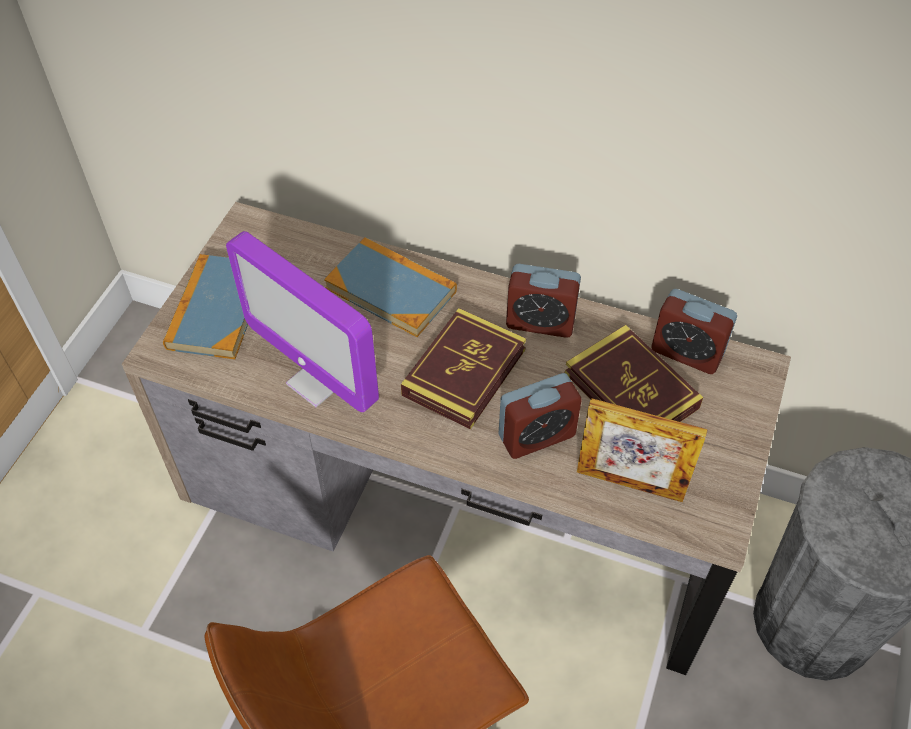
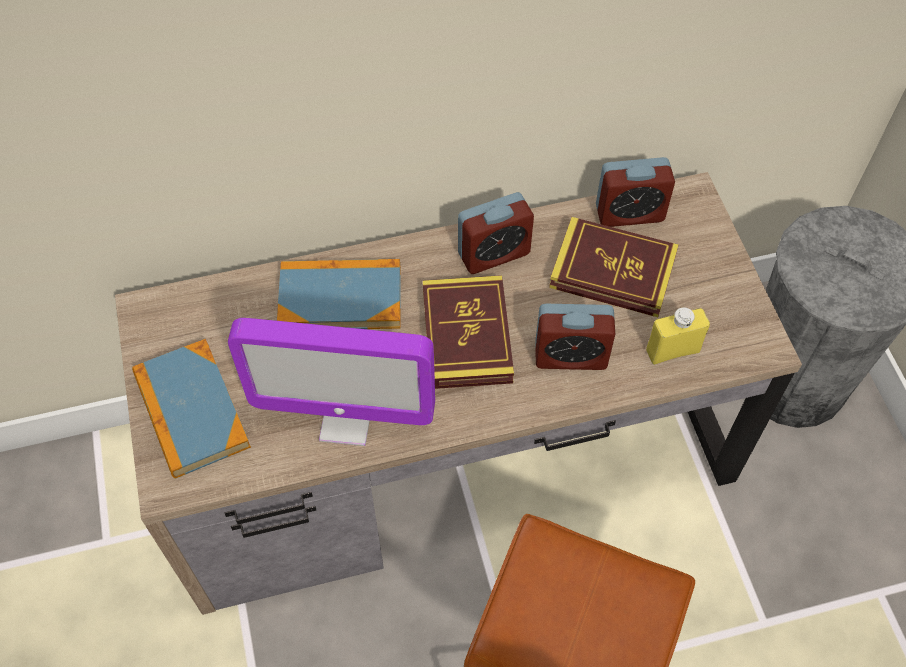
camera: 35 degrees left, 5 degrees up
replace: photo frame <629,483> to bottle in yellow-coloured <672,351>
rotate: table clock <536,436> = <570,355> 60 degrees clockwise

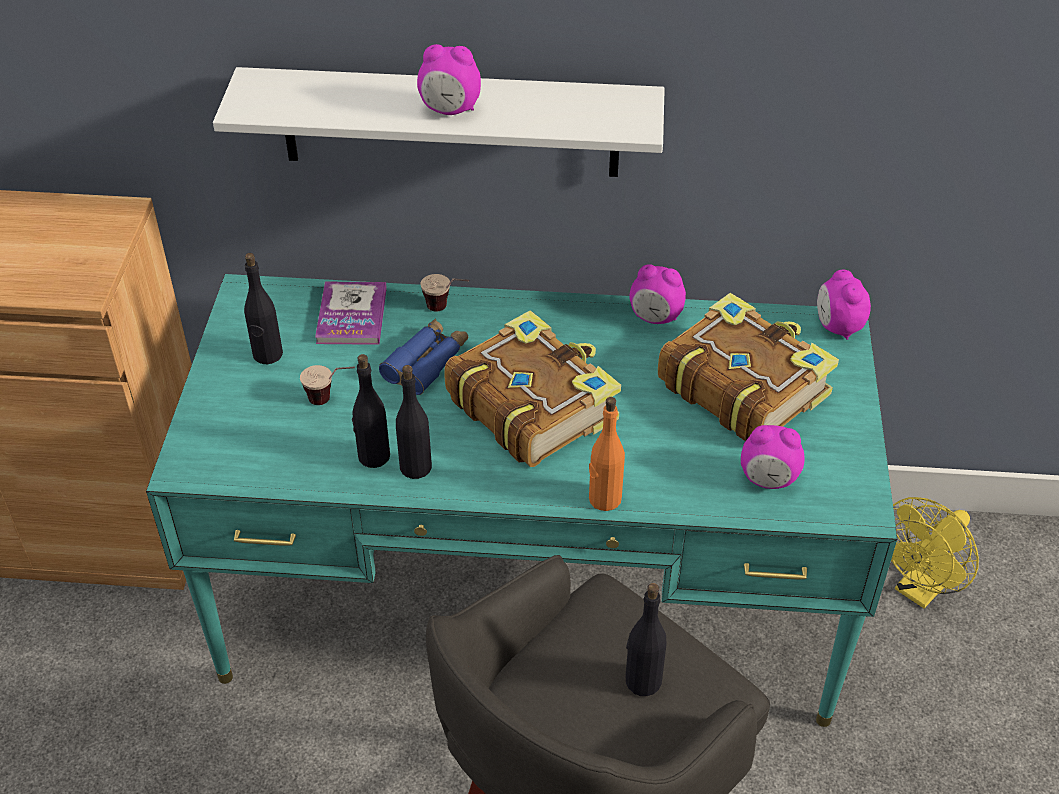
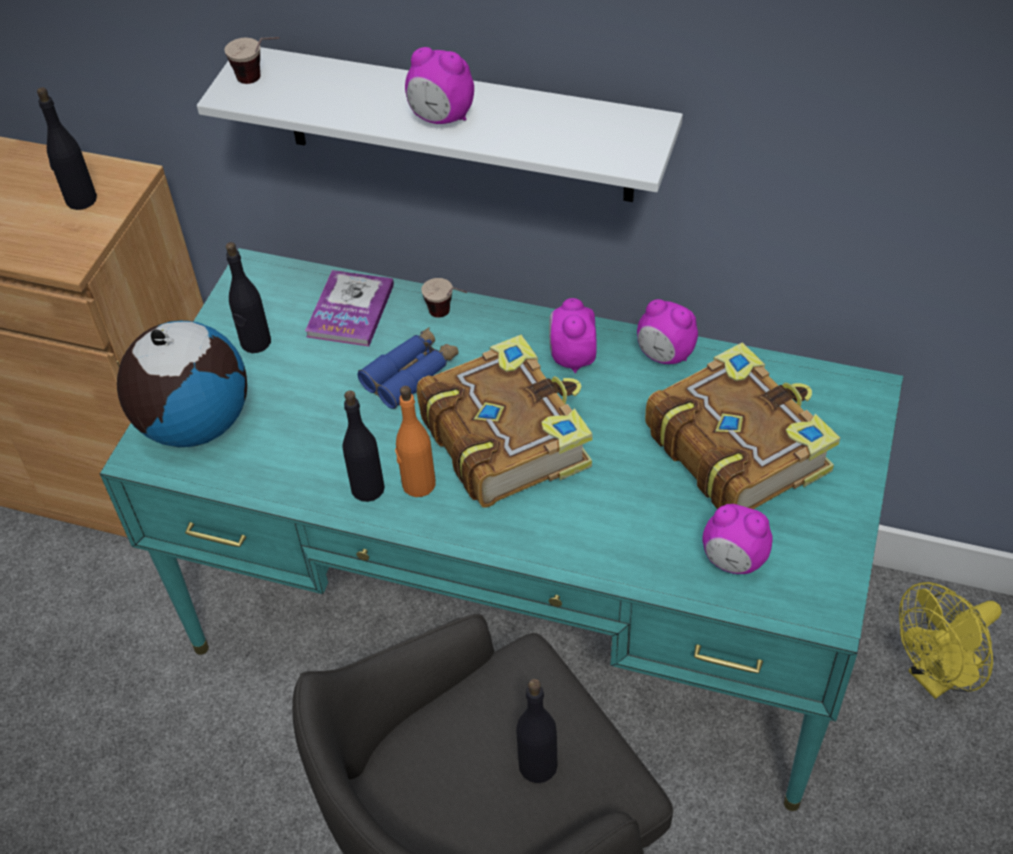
camera: 15 degrees right, 5 degrees up
insert: world globe <195,423>
move: bottle in blackish <373,456> to <81,200>; drinking cup <331,400> to <261,80>; bottle in orange <604,499> to <418,484>; table clock <837,327> to <572,357>

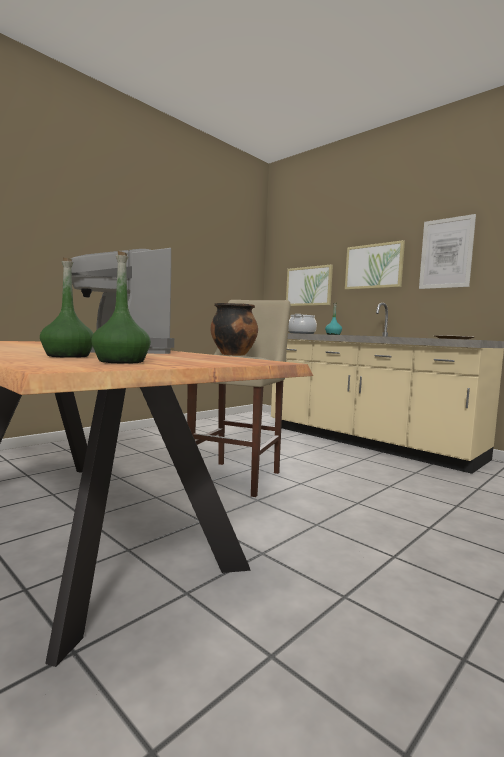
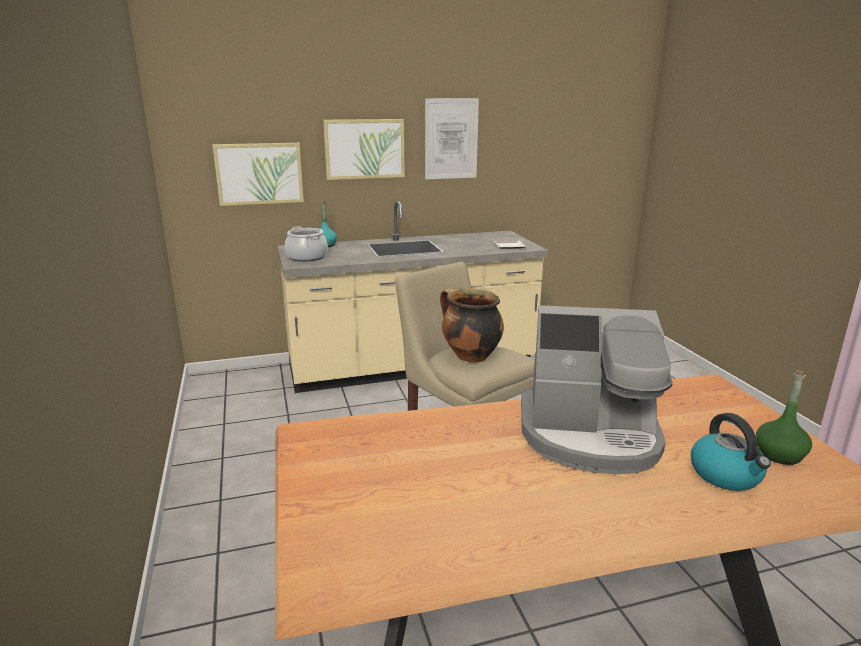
camera: 60 degrees left, 15 degrees up
replace: bottle in greenish <68,356> to kettle <726,475>

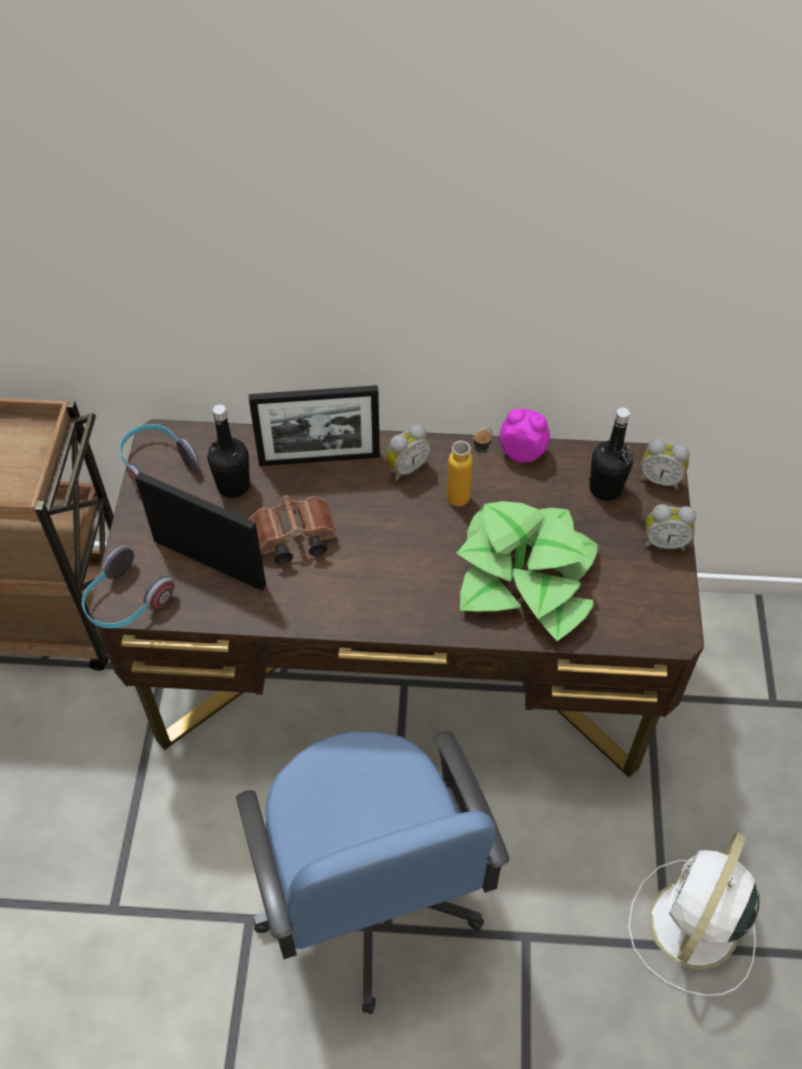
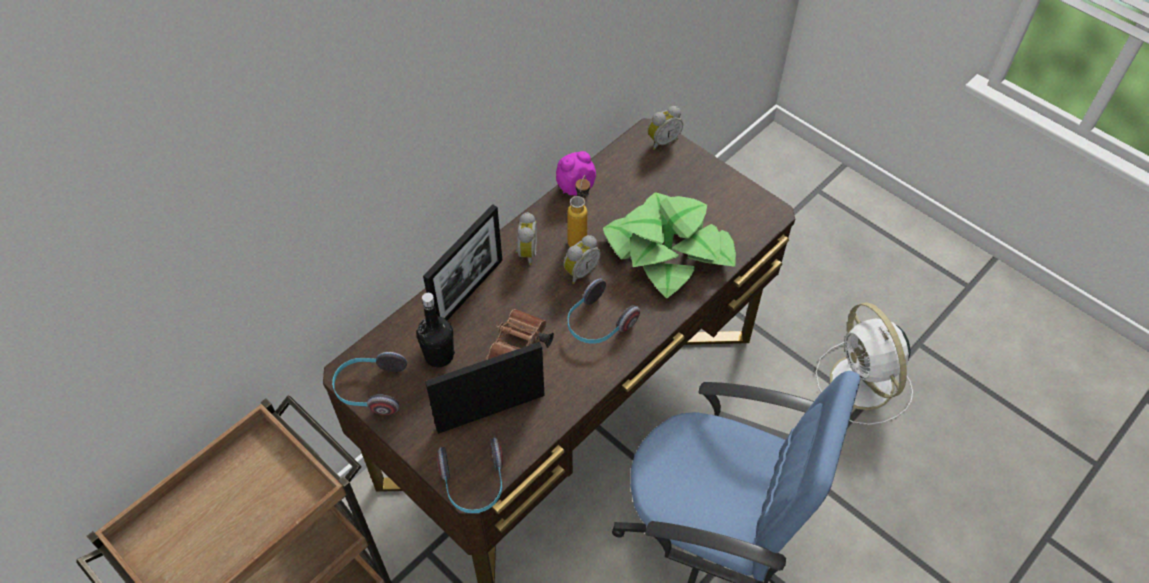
camera: 50 degrees left, 0 degrees up
delete: bottle in blackish <605,489>
insert: headphones <598,324>
move: table clock <664,542> to <580,271>

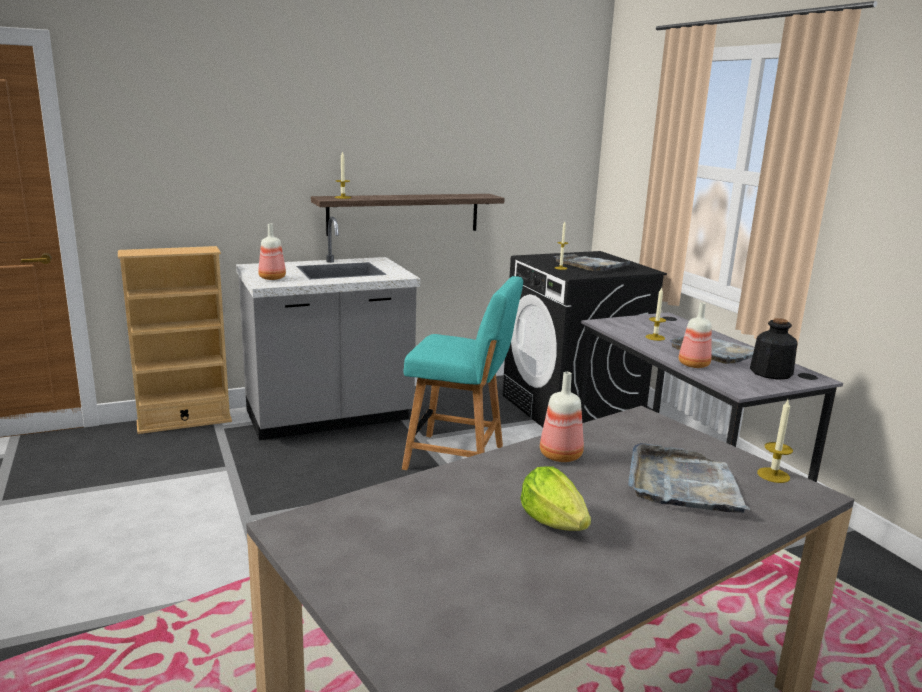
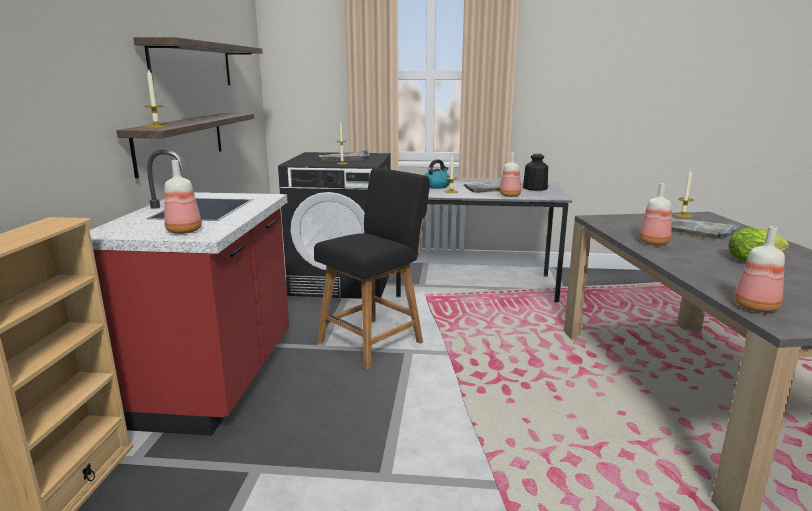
camera: 60 degrees left, 0 degrees up
insert: shelf <193,65>; kettle <436,186>; bottle <754,307>
recolor: kitchen base unit in greyish <329,417> to kitchen base unit in red <216,380>; chair in blue-green <459,458> to chair in blackish <374,340>

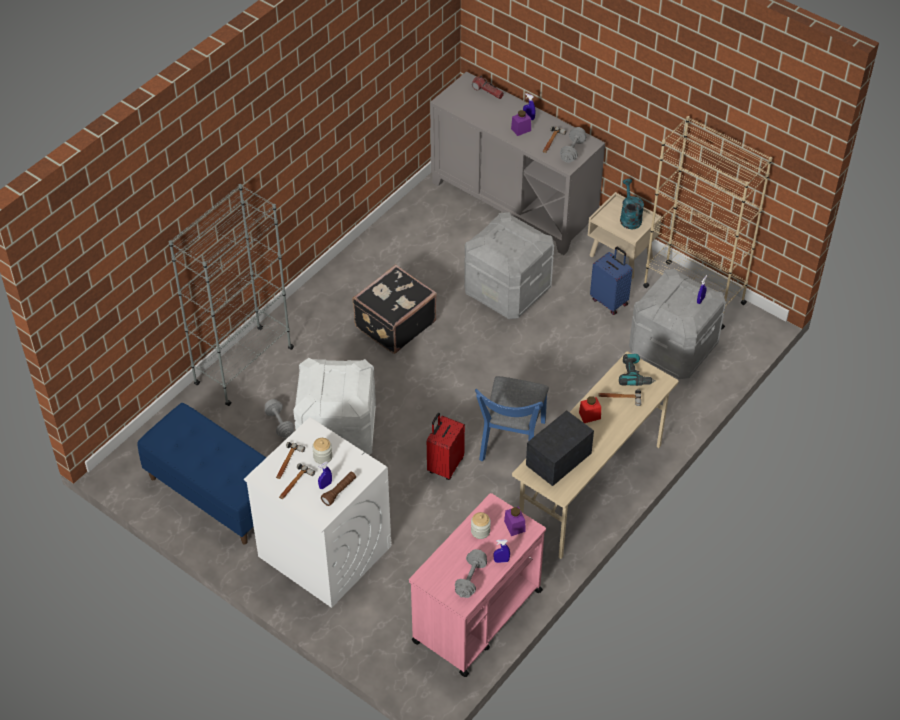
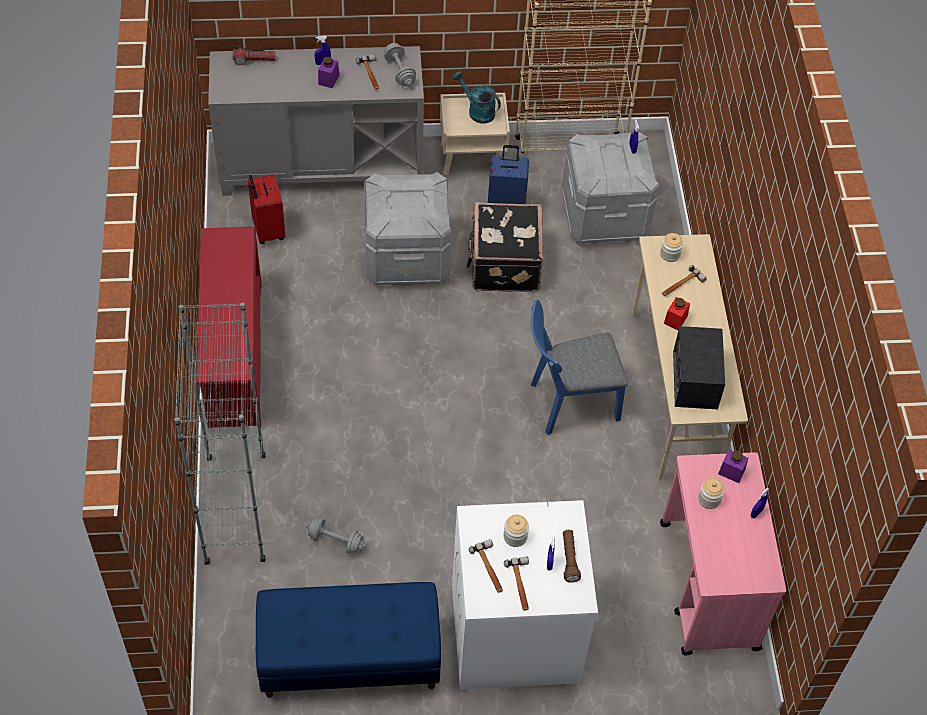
camera: 45 degrees left, 5 degrees up
delete: storage box in white-coloured <337,432>; free weight in greyish <470,579>
insert: shoe rack in red <233,353>
move: travel case in red <445,465> to <267,230>; travel case in blackish <394,324> to <503,264>
replace: power drill <635,375> to storage jar <670,254>
rotate: chair in blue-coloured <511,445> = <567,403> 105 degrees clockwise

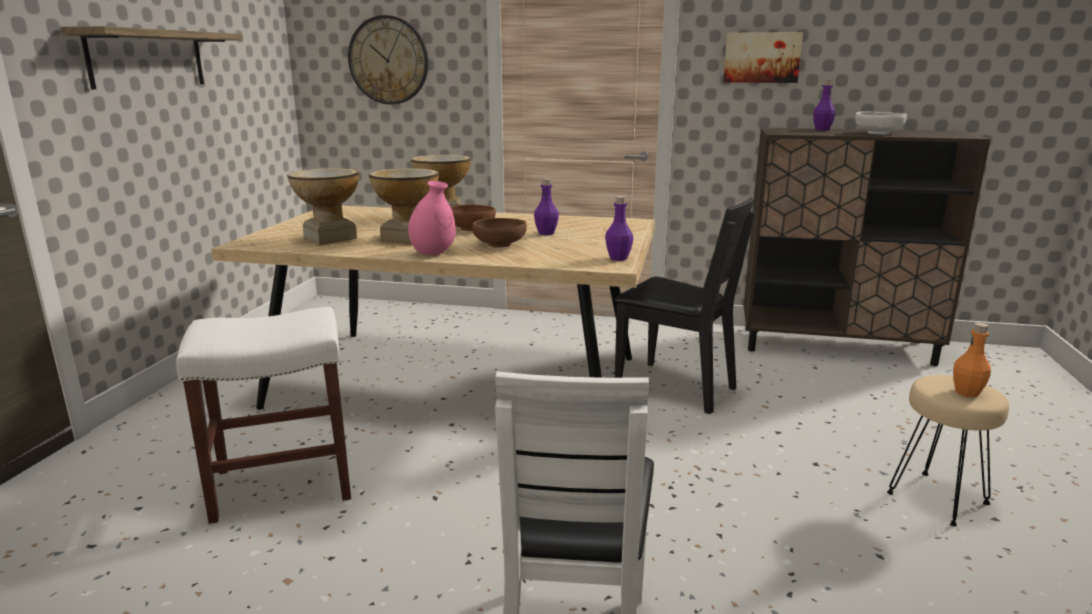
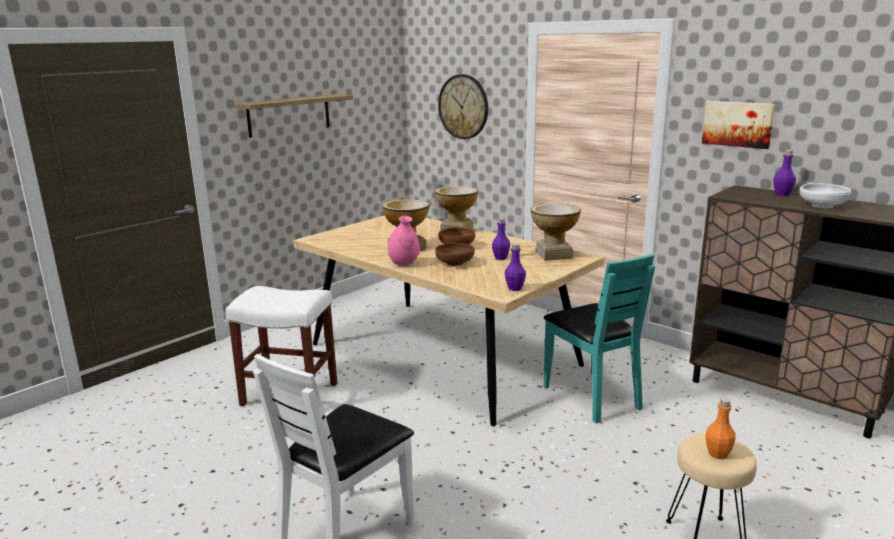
camera: 30 degrees right, 0 degrees up
move: decorative vase <330,238> to <553,255>
recolor: chair in blackish <674,387> to chair in blue-green <592,396>

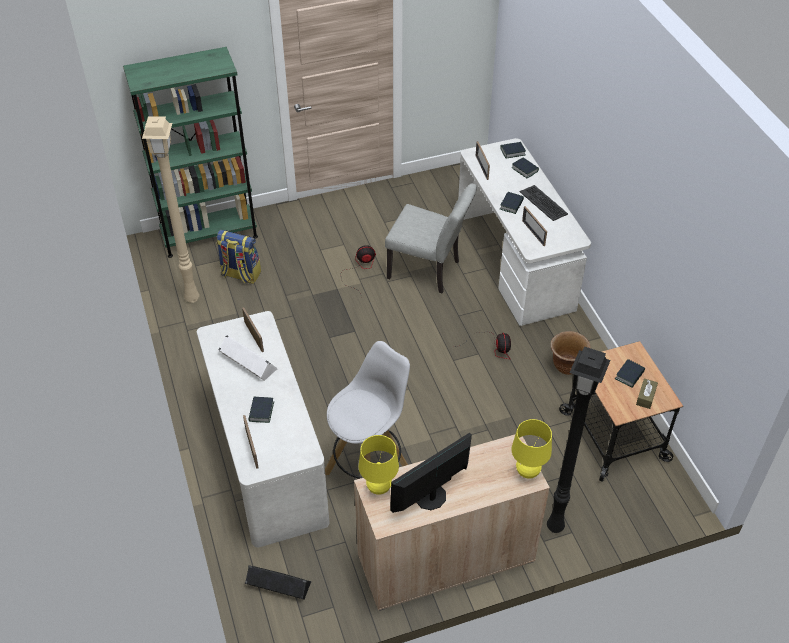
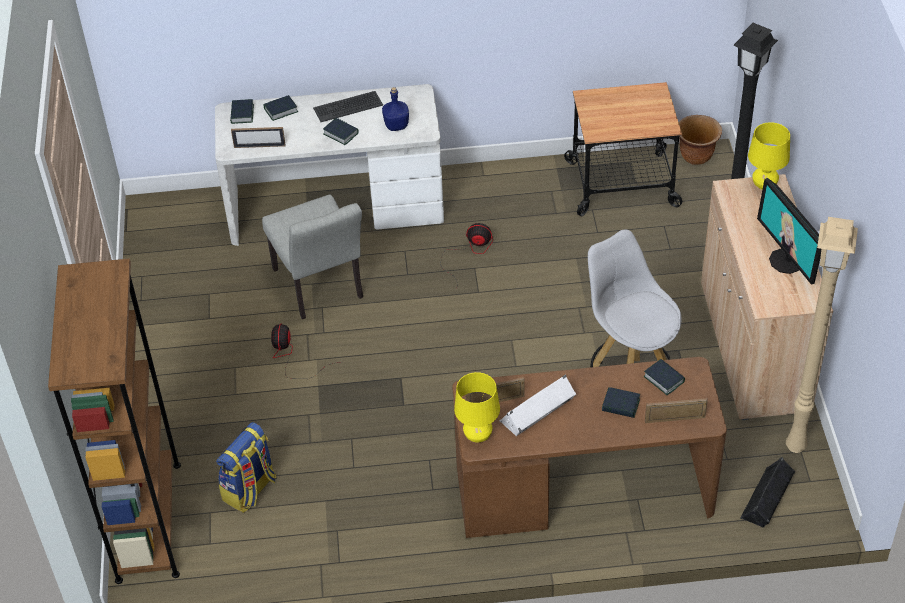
camera: 75 degrees left, 0 degrees up
delete: tissue holder in brown <646,397>
move: table lamp in yellow-coloured <379,488> to <478,436>; book <629,375> to <664,379>; plant pot in brown <566,366> to <696,156>; standard lamp in sand-coloured <191,298> to <794,447>
replace: photo frame <533,233> to bottle in blue-coloured <397,125>
recolor: bookcase in greenish <209,234> to bookcase in brown <148,521>; desk unit in white-coloured <266,457> to desk unit in brown <584,491>
rotate: chair in greyish <429,271> = <321,288> 120 degrees clockwise

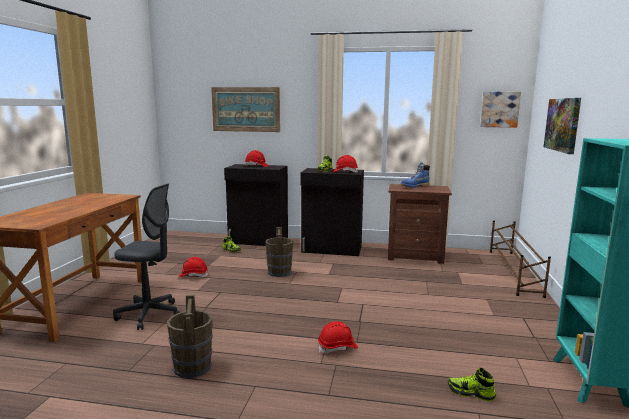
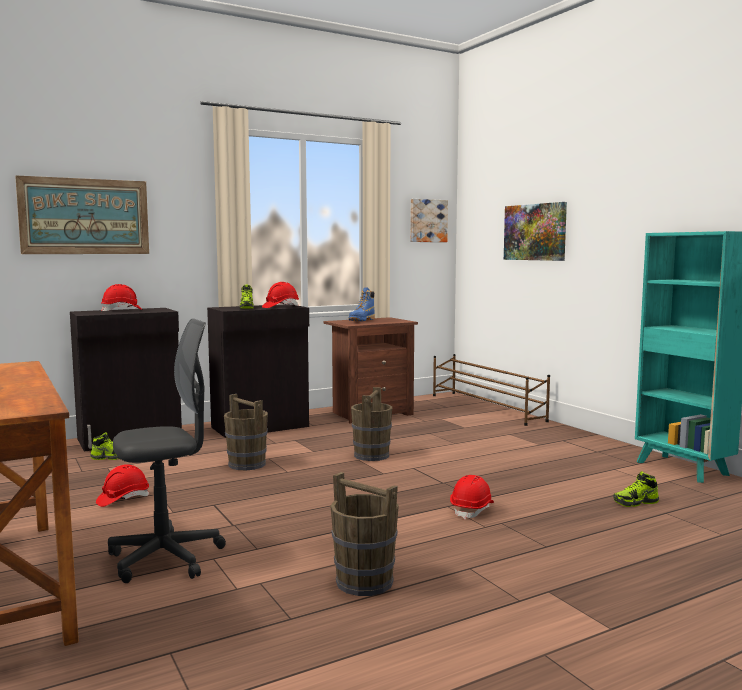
camera: 40 degrees left, 5 degrees down
insert: bucket in brown <371,455>

